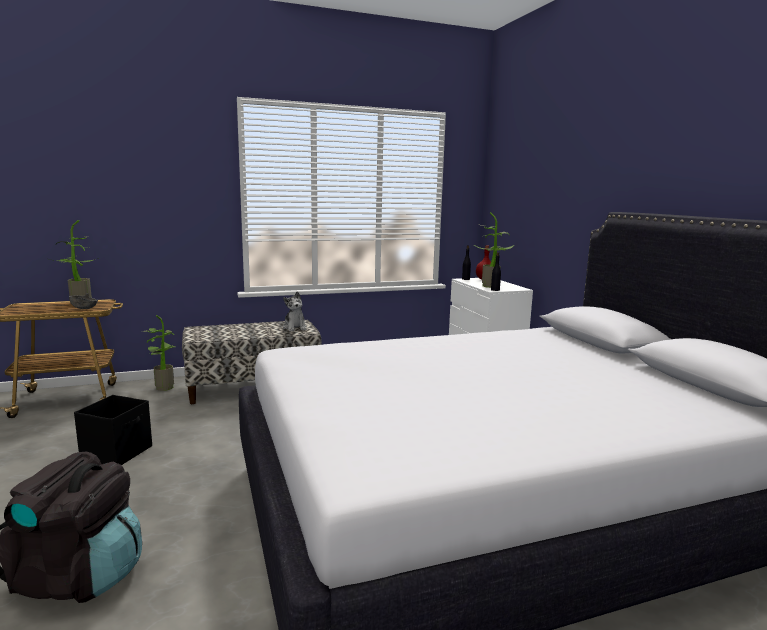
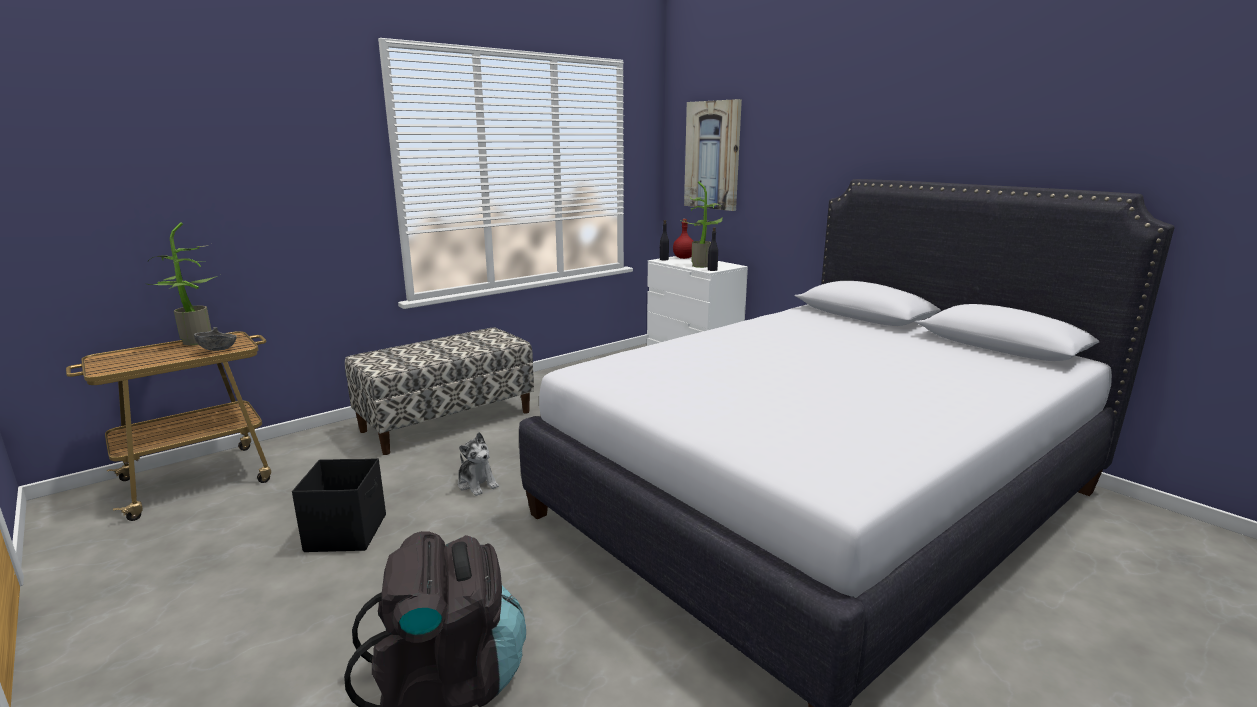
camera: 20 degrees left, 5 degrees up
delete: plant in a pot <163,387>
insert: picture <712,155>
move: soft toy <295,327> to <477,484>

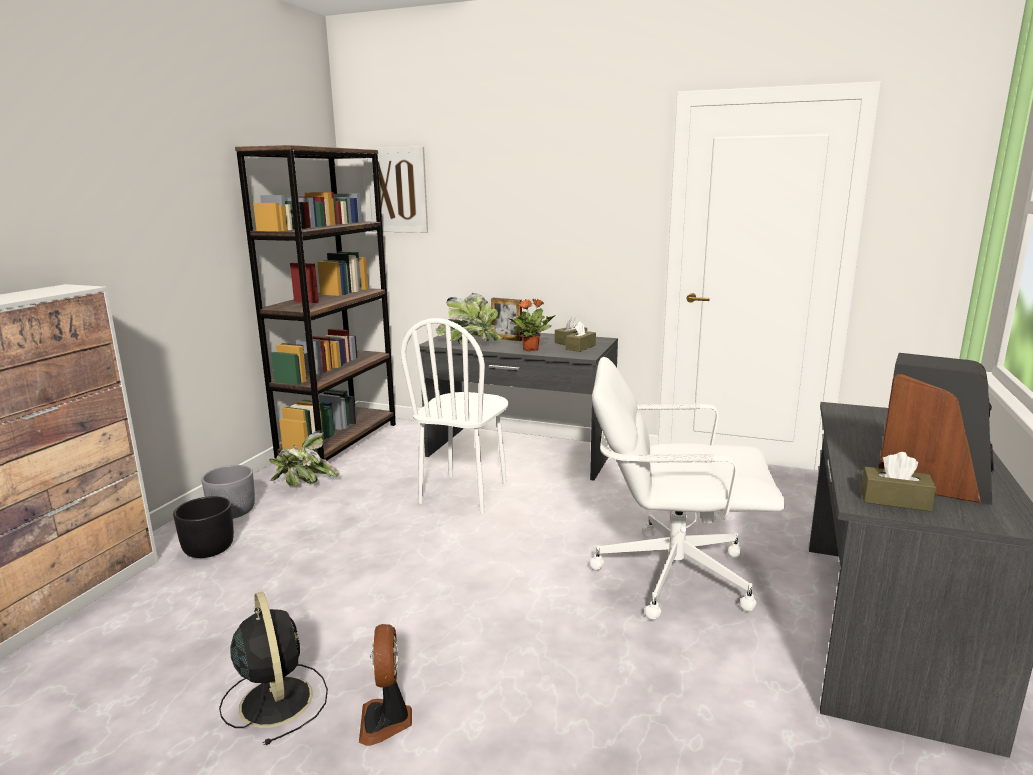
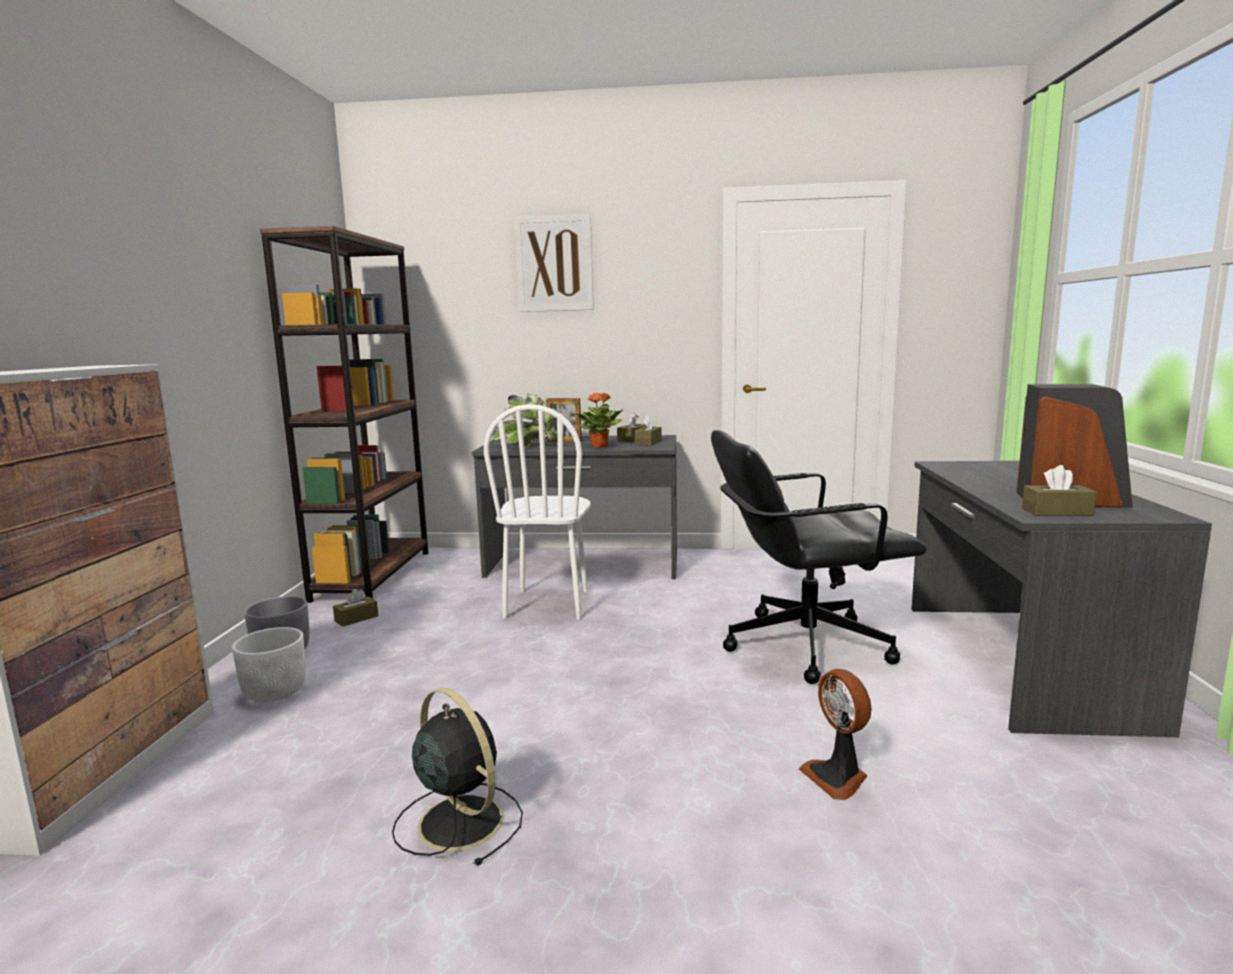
camera: 15 degrees left, 5 degrees down
move: picture <396,190> to <554,264>; fan <386,721> to <837,777>
replace: plant in a pot <304,486> to tissue holder in brown <356,618>
recolor: plant pot in blackish <208,549> to plant pot in white-coloured <274,692>; office chair in white-coloured <672,574> to office chair in blackish <804,645>

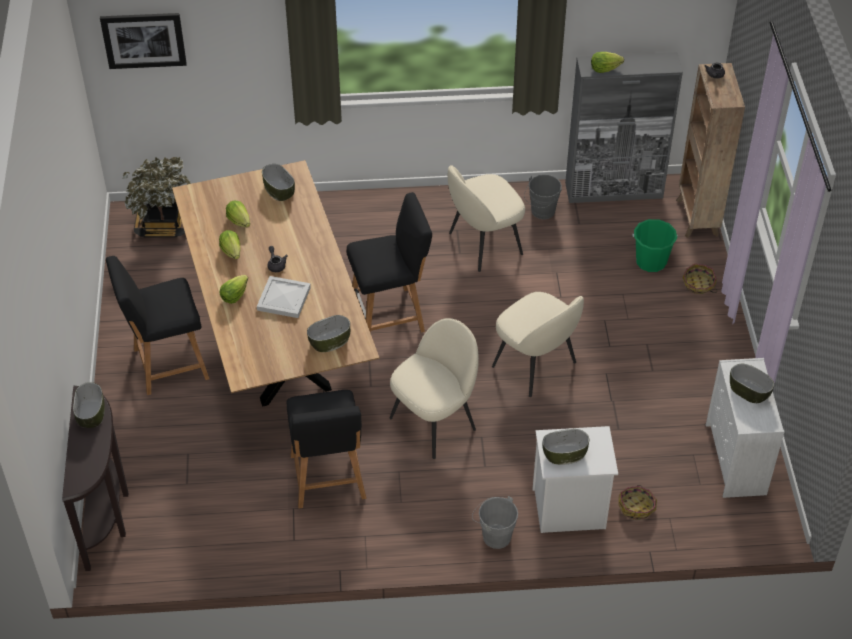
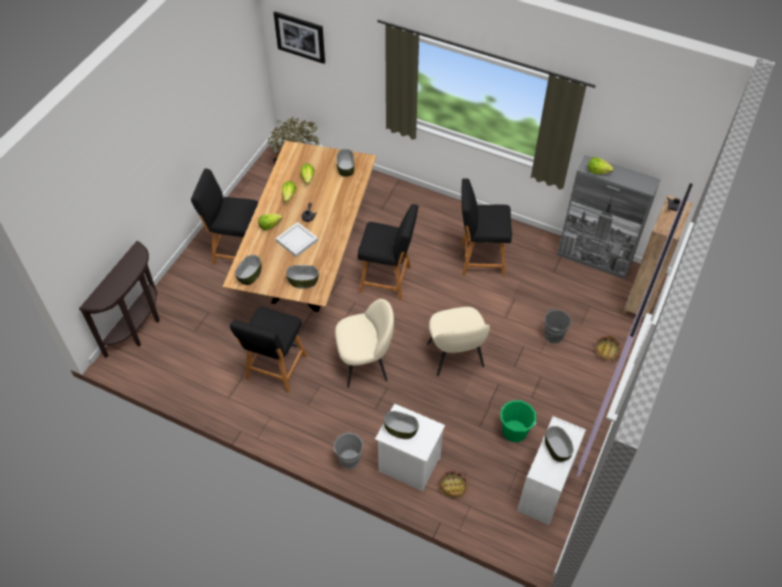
camera: 30 degrees right, 5 degrees up
move: deep dish <90,414> to <249,275>; bucket in greenish <651,261> to <514,431>; bucket in greyish <541,212> to <551,336>
replace: chair in sand-coloured <483,244> to sitting stool in blackish <480,258>

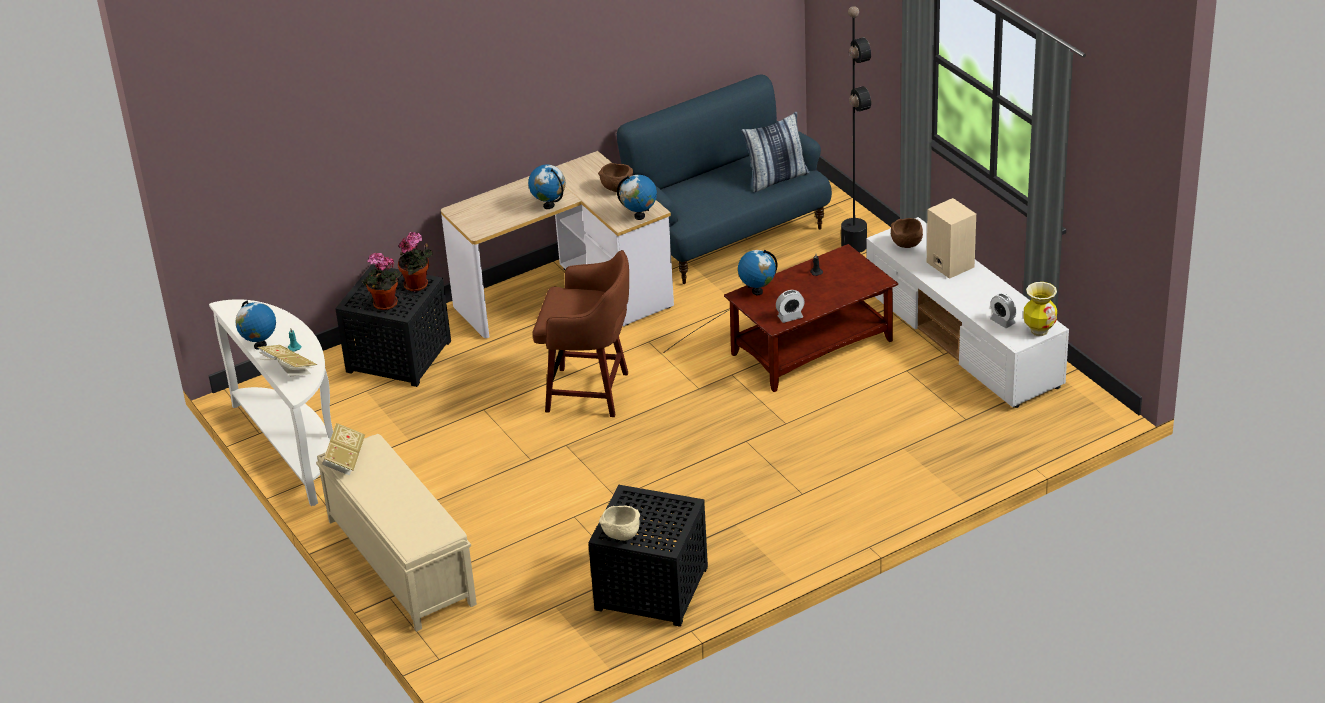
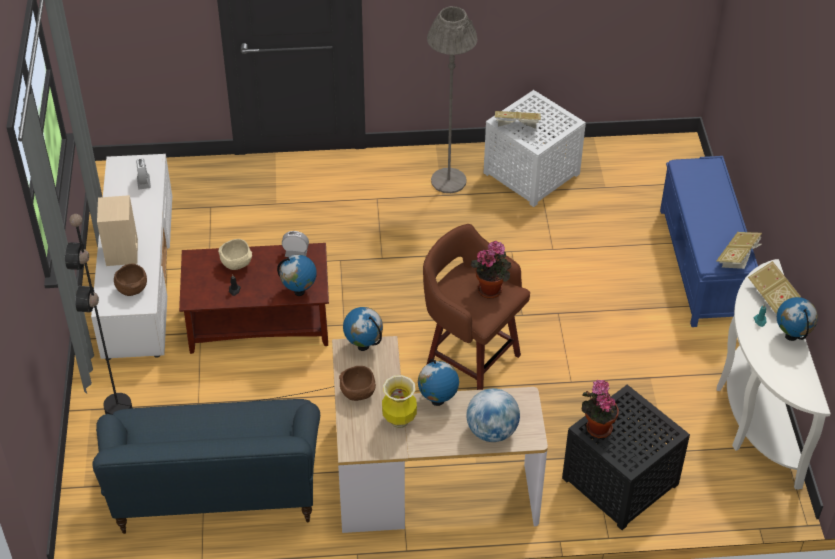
camera: 155 degrees left, 10 degrees up
delete: cushion <776,178>
insert: standard lamp in greyish <448,181>; world globe <492,431>; book <516,127>
move: deep dish in sand-coloured <620,535> to <237,264>; decorative vase <1039,331> to <399,421>; plant in a pot <384,305> to <491,289>
recolor: accent table in blackish <649,589> to accent table in white-coloured <533,173>; bench in sand-coloured <400,561> to bench in blue-coloured <702,266>

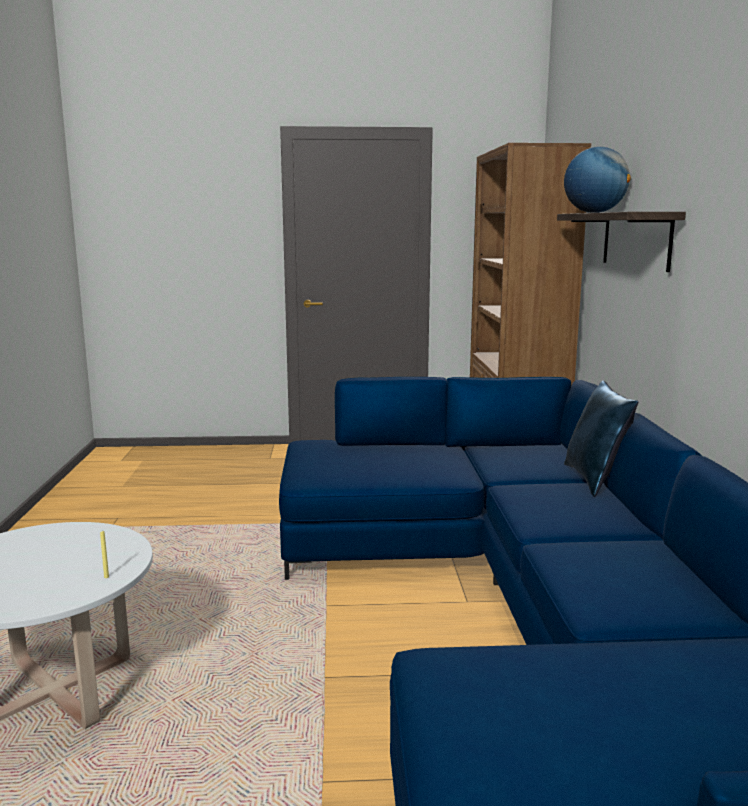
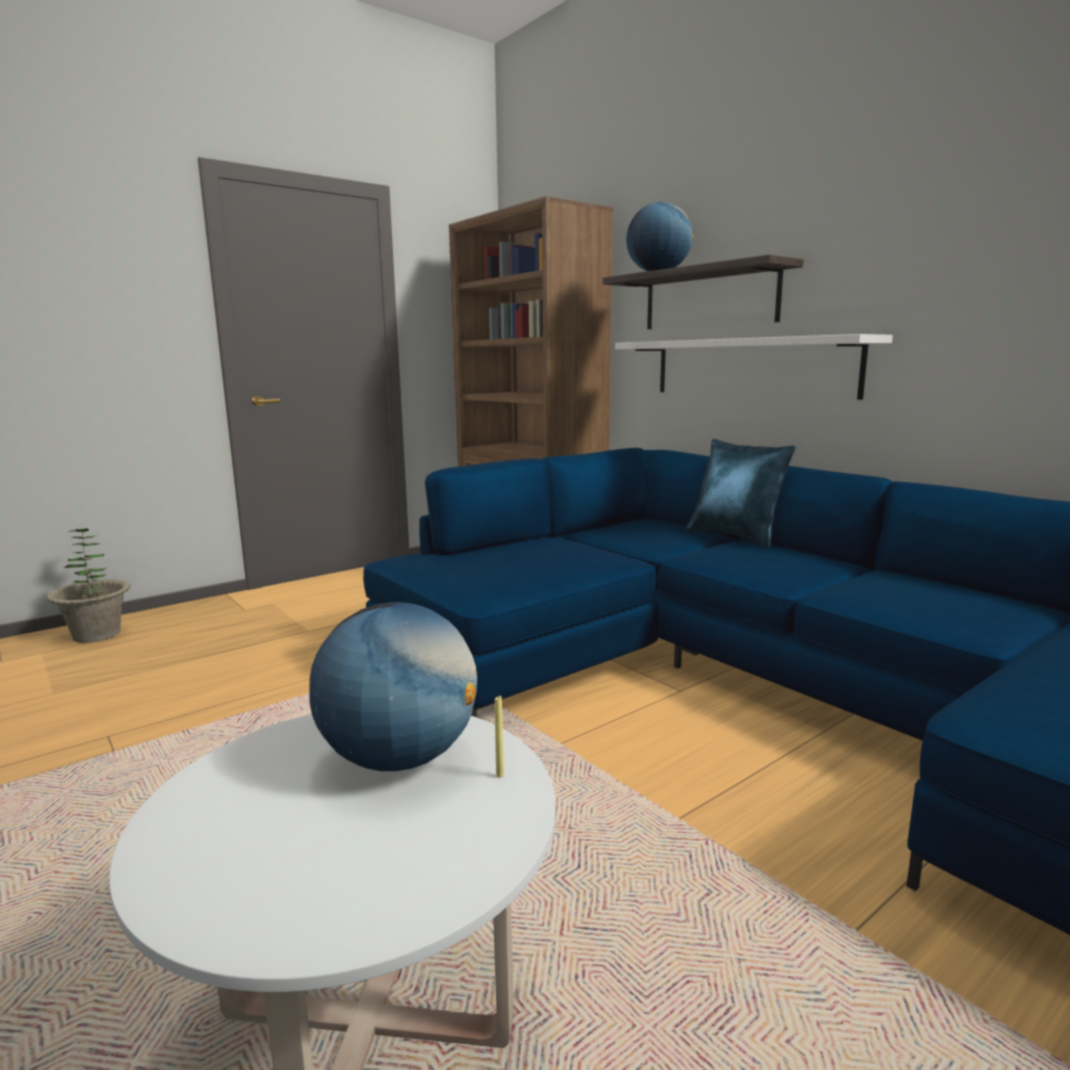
camera: 35 degrees left, 0 degrees up
insert: plant in a pot <97,635>; world globe <399,758>; shelf in white-coloured <751,367>

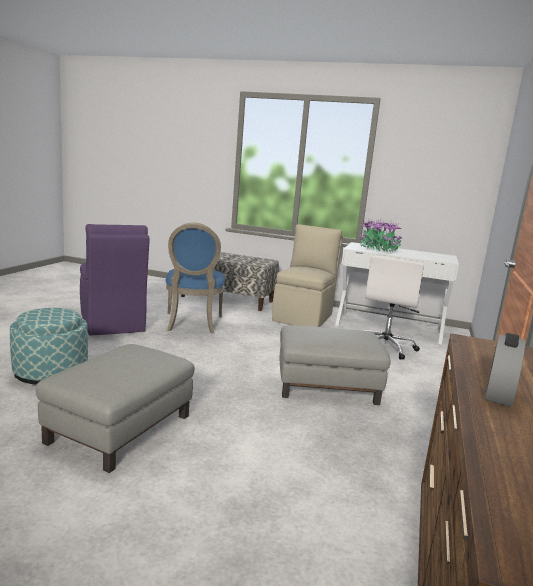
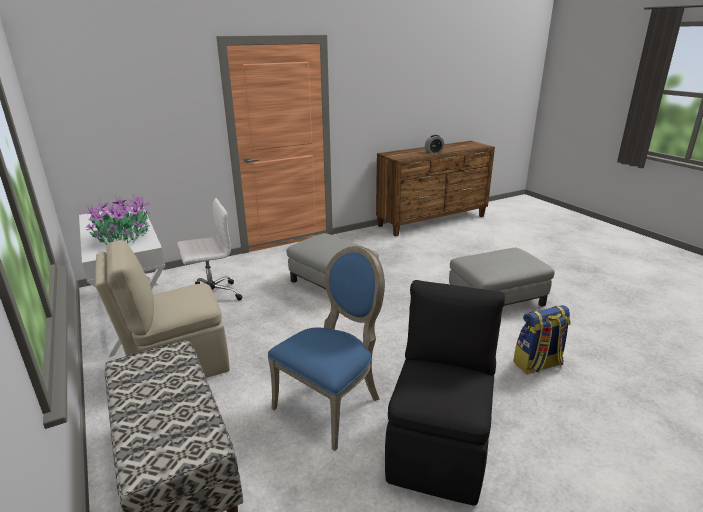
camera: 135 degrees left, 10 degrees up
replace: footrest <51,373> to knapsack <538,365>
recolor: chair in purplish <112,323> to chair in blackish <439,447>

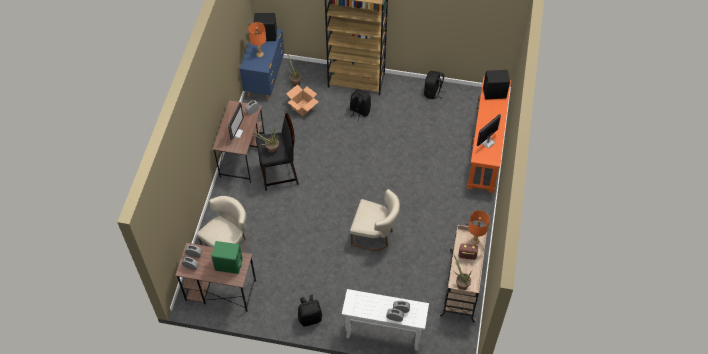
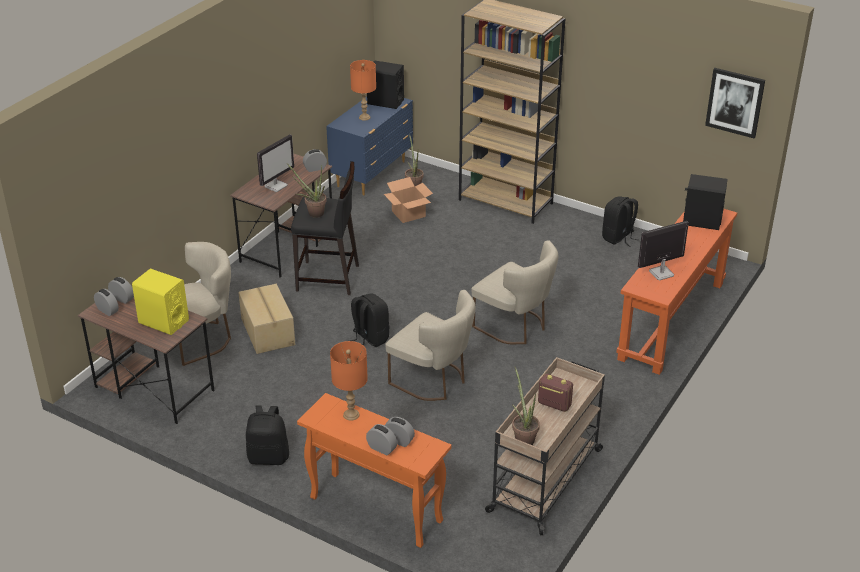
camera: 20 degrees right, 20 degrees down
insert: carton <268,331>; chair in sand-coloured <515,326>; picture <735,102>
move: table lamp in orange <474,241> to <351,415>; knapsack in blackish <359,111> to <369,338>
recolor: speaker in greenish <228,264> to speaker in yellow-coloured <163,321>; narrow table in white-coloured <383,333> to narrow table in orange <374,509>

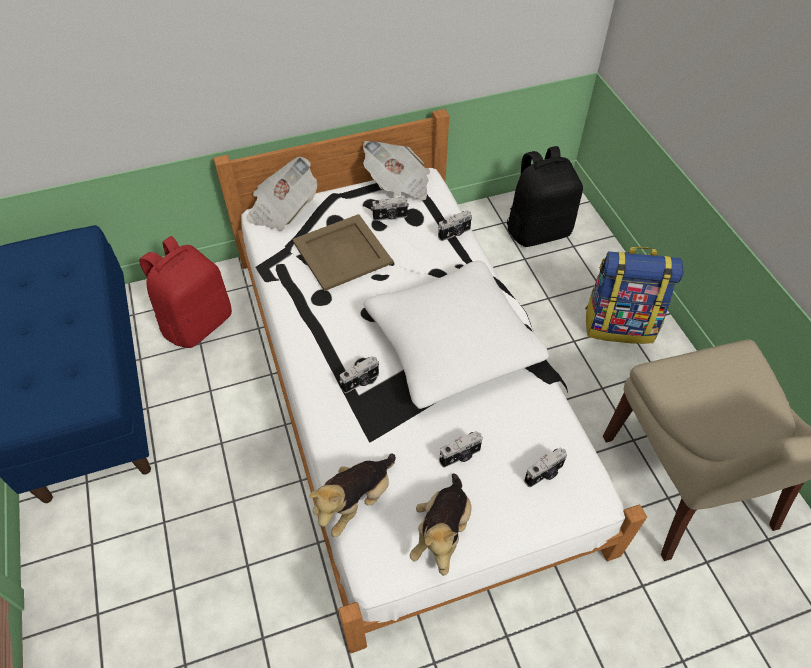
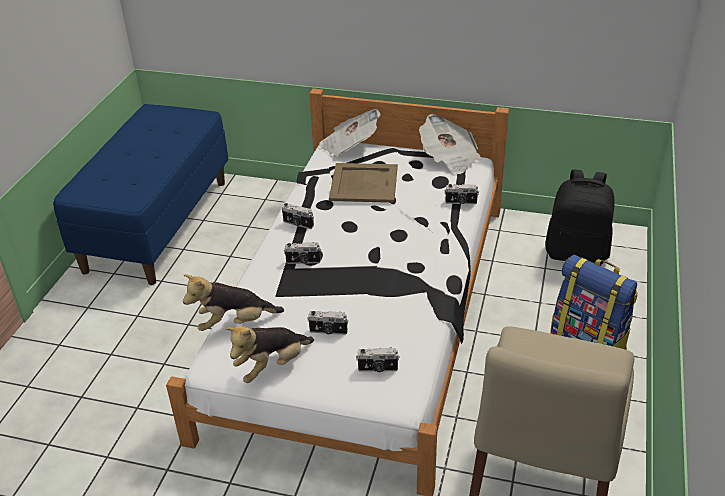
camera: 35 degrees right, 15 degrees down
delete: knapsack in red <197,322>; cushion in white-coloured <452,345>
move: photo camera <390,217> to <298,224>

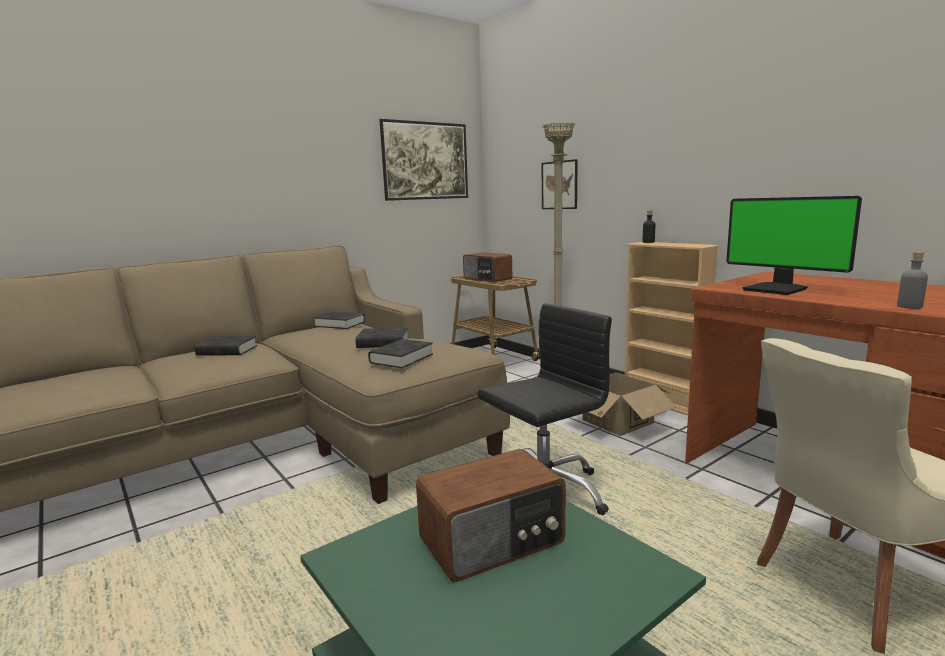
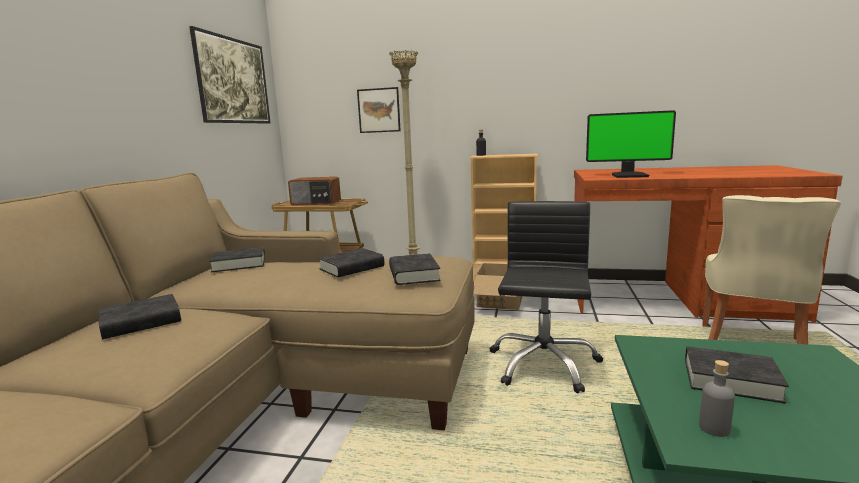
camera: 40 degrees left, 0 degrees up
move: bottle in greyish <909,306> to <714,428>
replace: radio set <493,542> to book in blackish <730,380>

